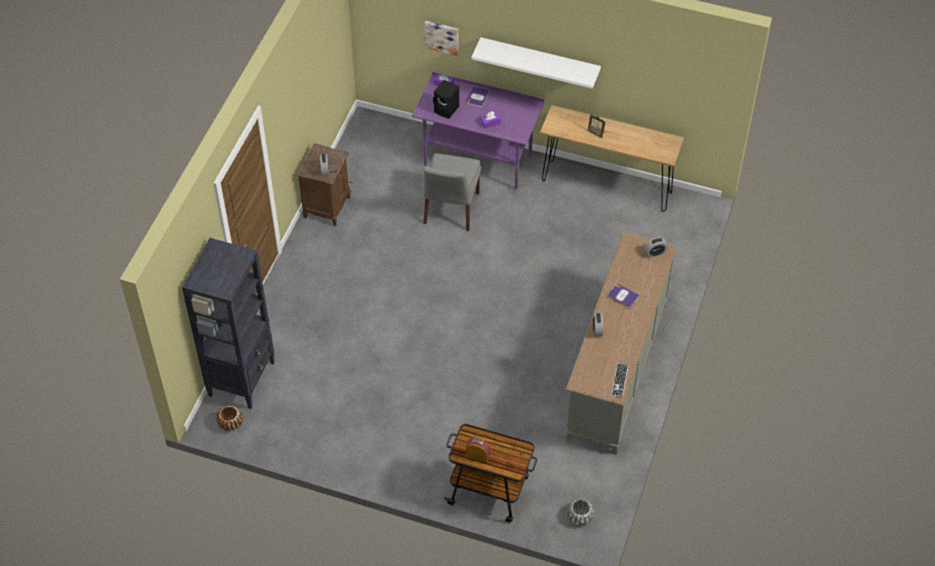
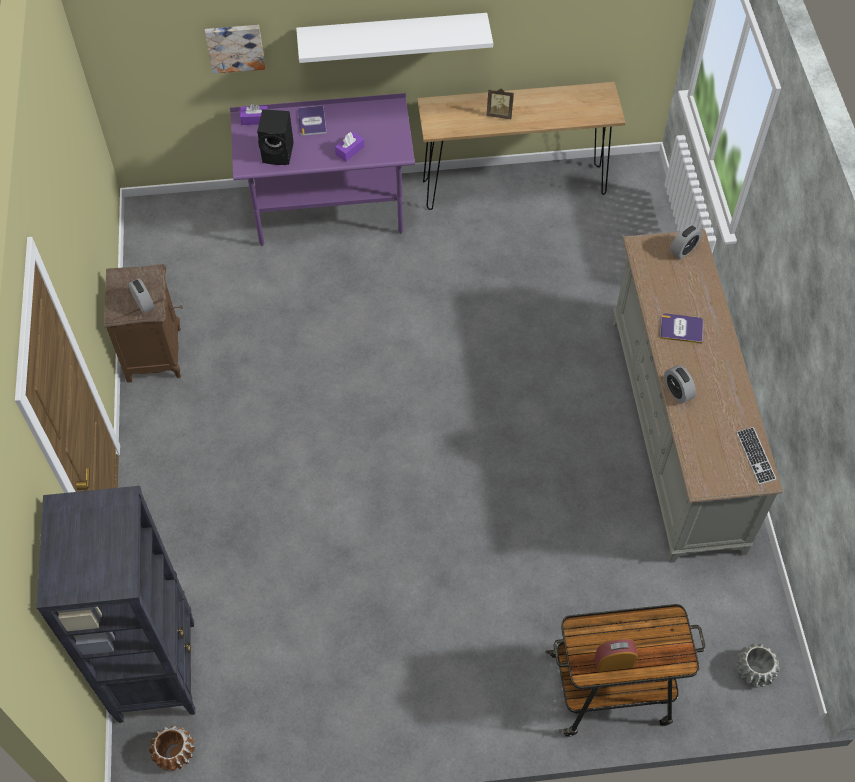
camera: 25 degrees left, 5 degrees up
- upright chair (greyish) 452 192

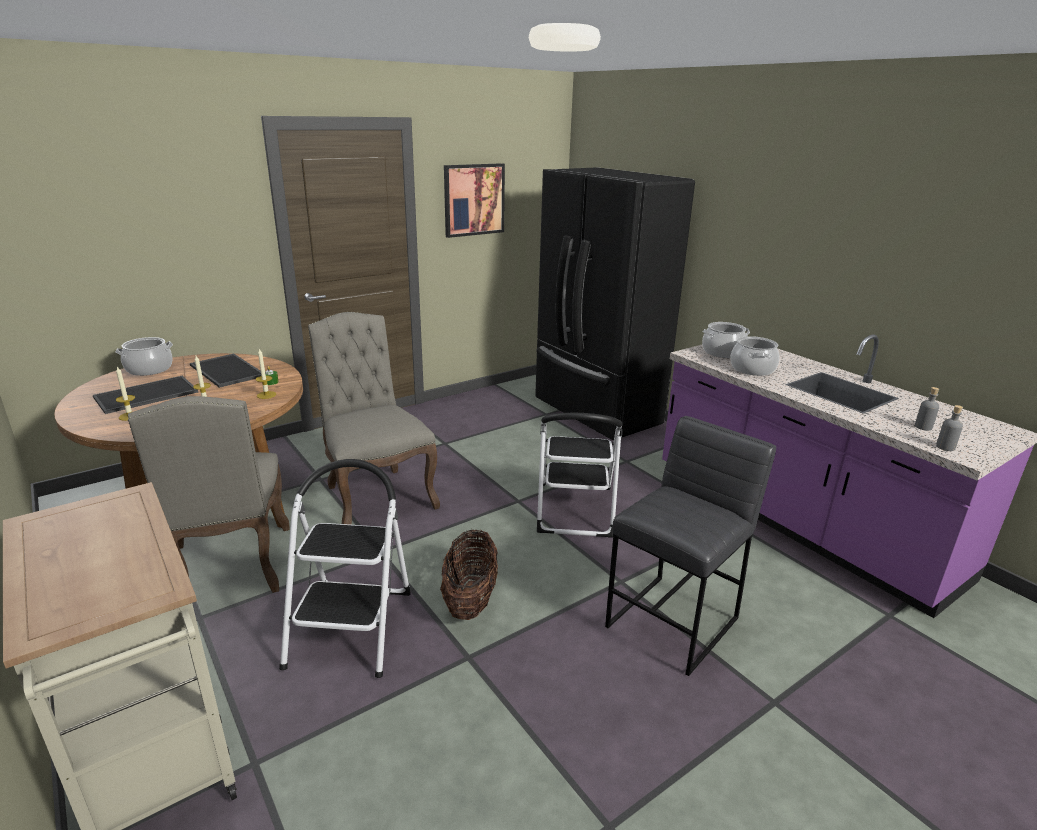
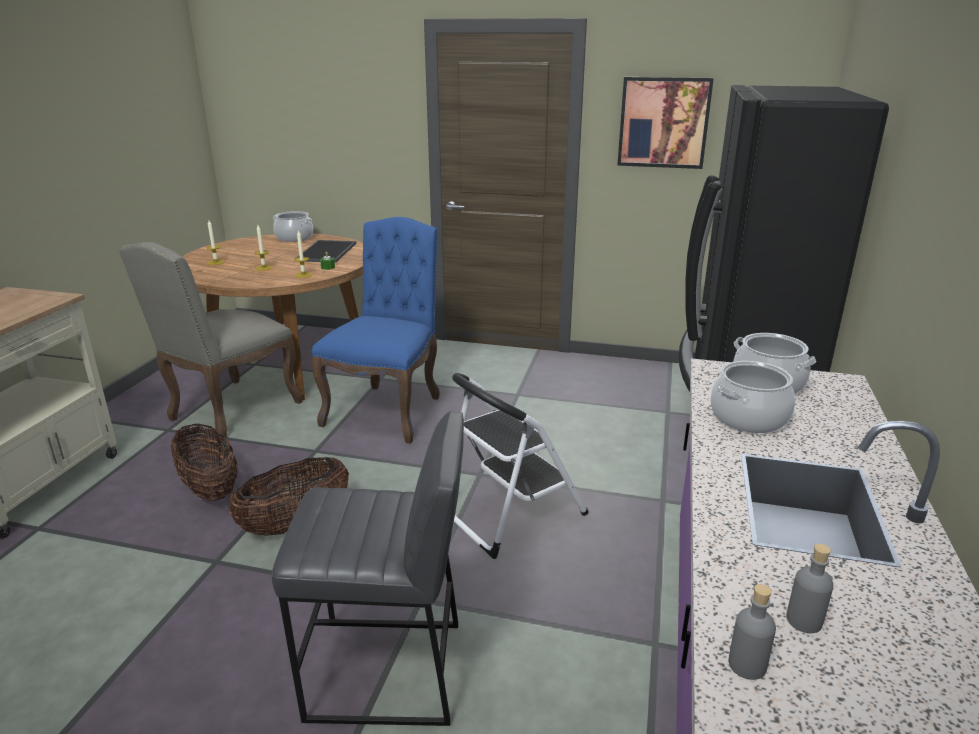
camera: 50 degrees right, 0 degrees up
~ upright chair (greyish) 374 418 to upright chair (blue) 376 330
- tray 145 395
~ step stool 345 568 to storage basket 204 462

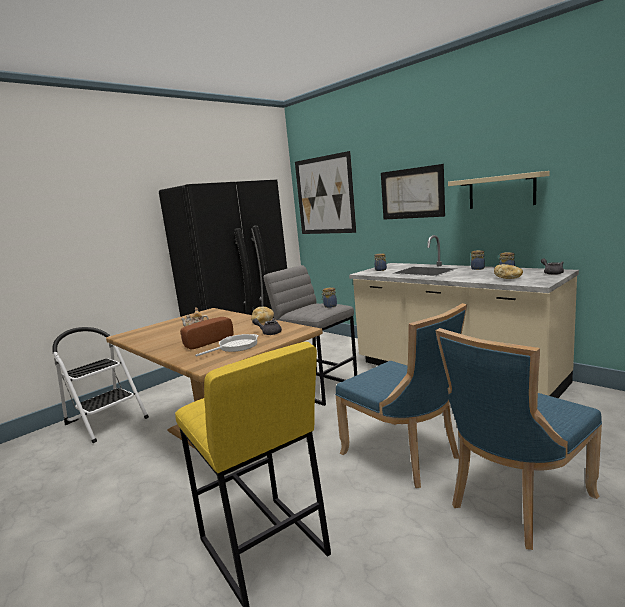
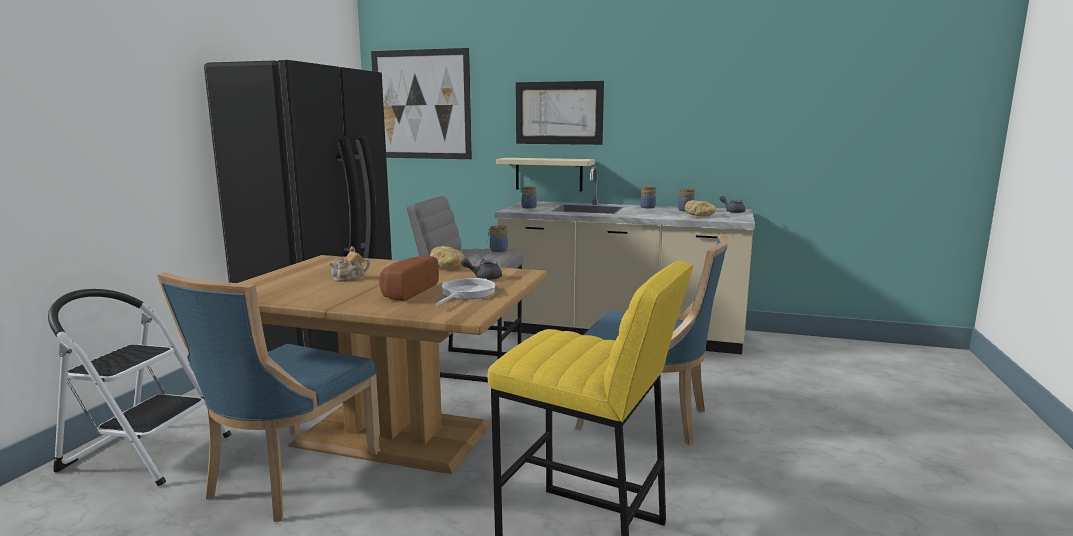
camera: 30 degrees left, 0 degrees up
~ wall shelf (beige) 499 190 to 545 175
~ upright chair (blue) 519 439 to 268 397

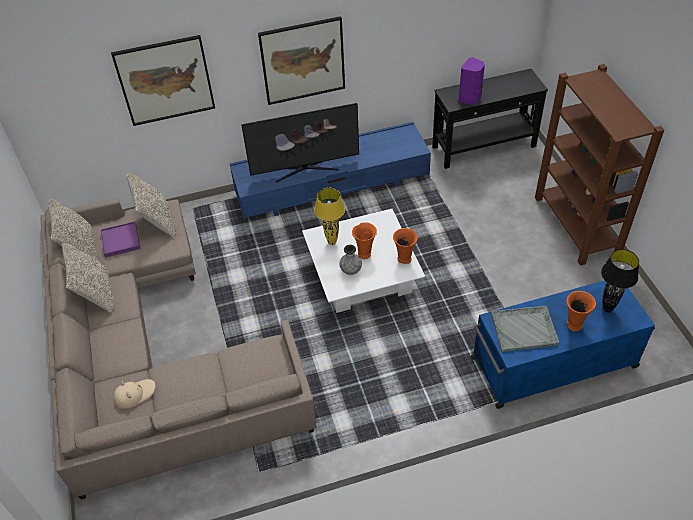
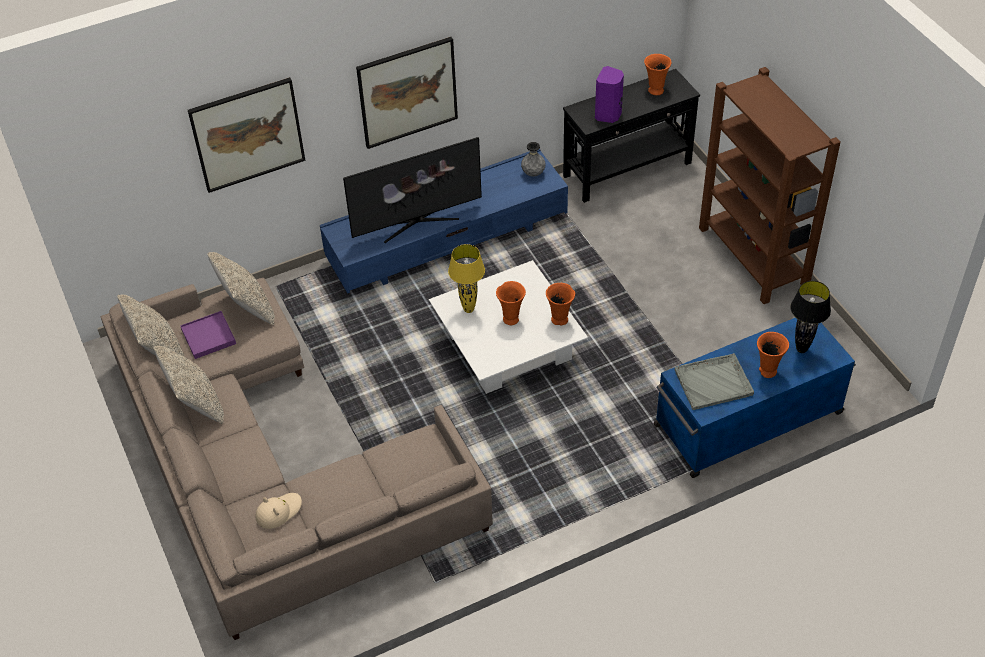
camera: 10 degrees left, 0 degrees up
~ decorative vase (greyish) 350 260 to 533 159
+ decorative vase (orange-coloured) 657 74

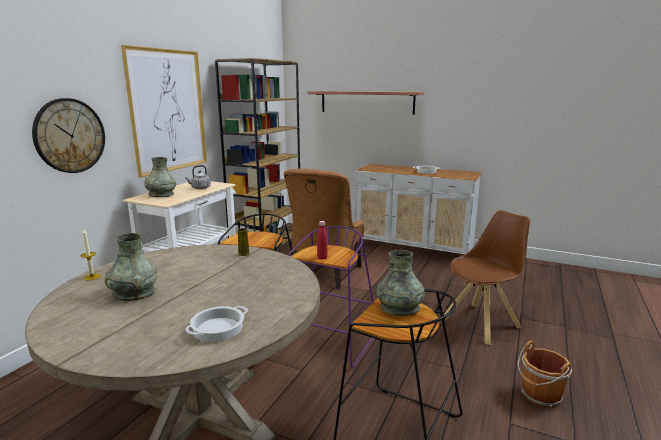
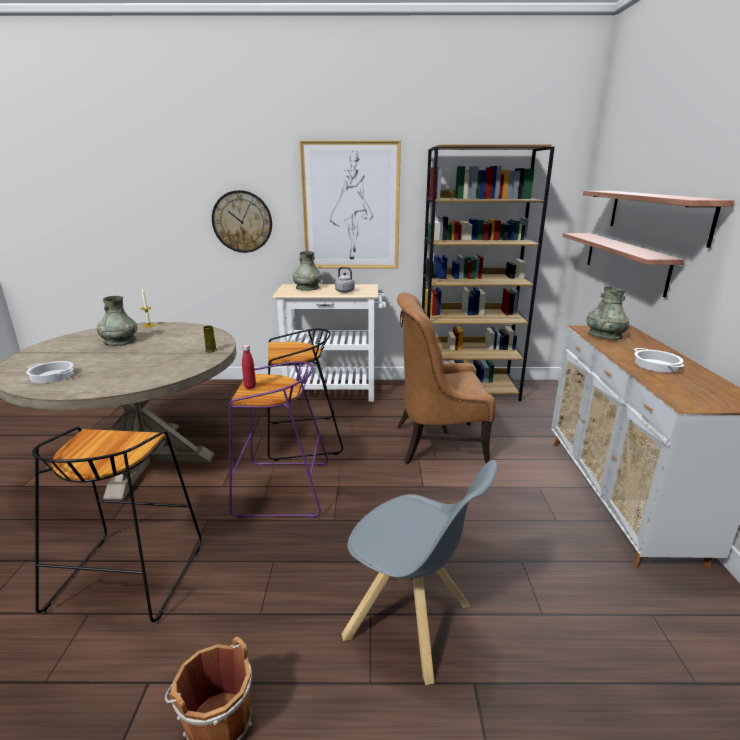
camera: 65 degrees right, 5 degrees up
~ upright chair (brownish) 486 277 to upright chair (greyish) 420 572
~ decorative vase (greyish) 400 283 to 607 313
+ wall shelf 623 265

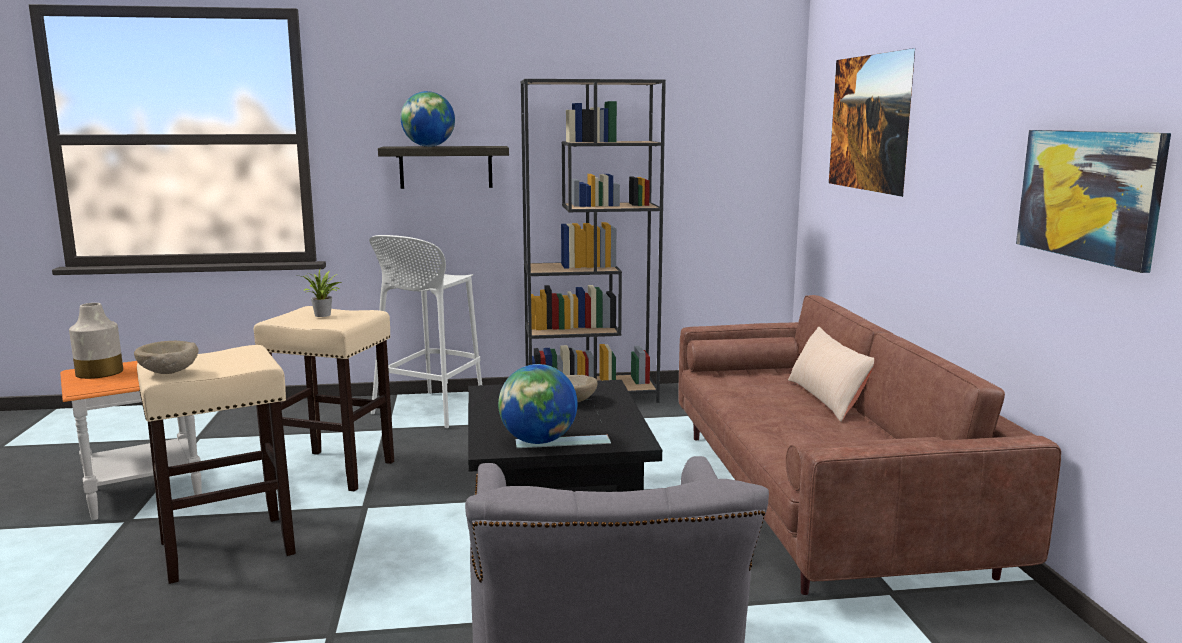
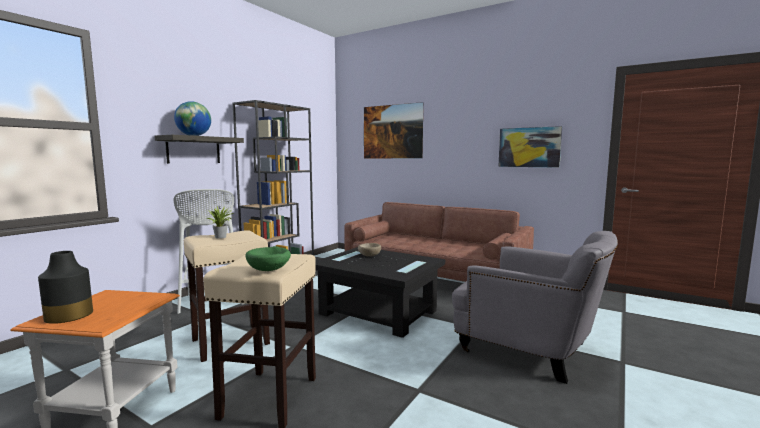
camera: 50 degrees left, 5 degrees down
~ decorative vase (beige) 96 341 to decorative vase (black-coloured) 65 287
- pillow (beige) 831 374
~ bowl (beige) 166 357 to bowl (green) 268 258
- desk globe 537 404

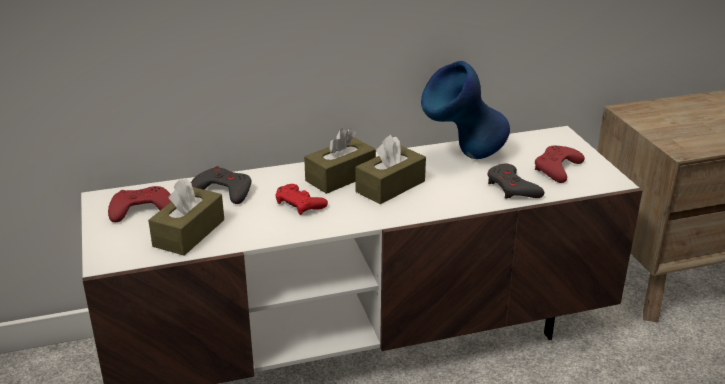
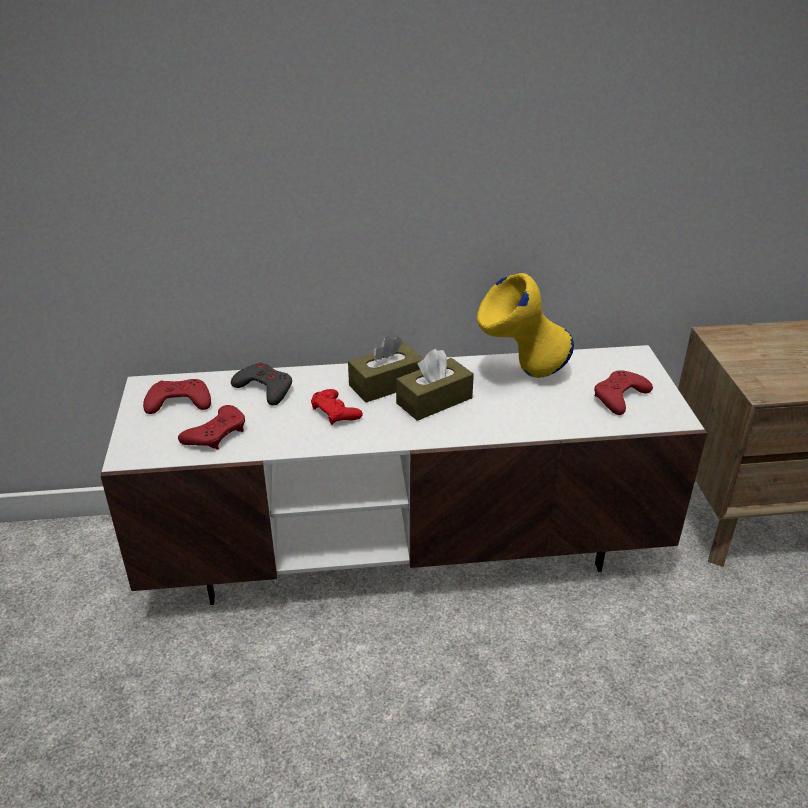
camera: 10 degrees right, 5 degrees up
~ decorative vase (blue) 465 110 to decorative vase (yellow) 525 325
- game controller (greyish) 516 181
~ box of tissues (brownish) 186 217 to game controller (red-coloured) 211 427

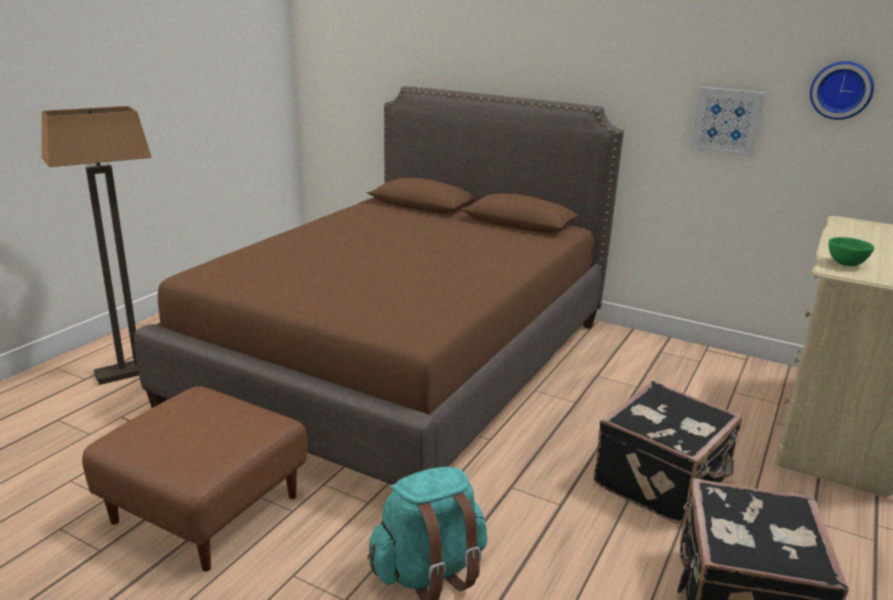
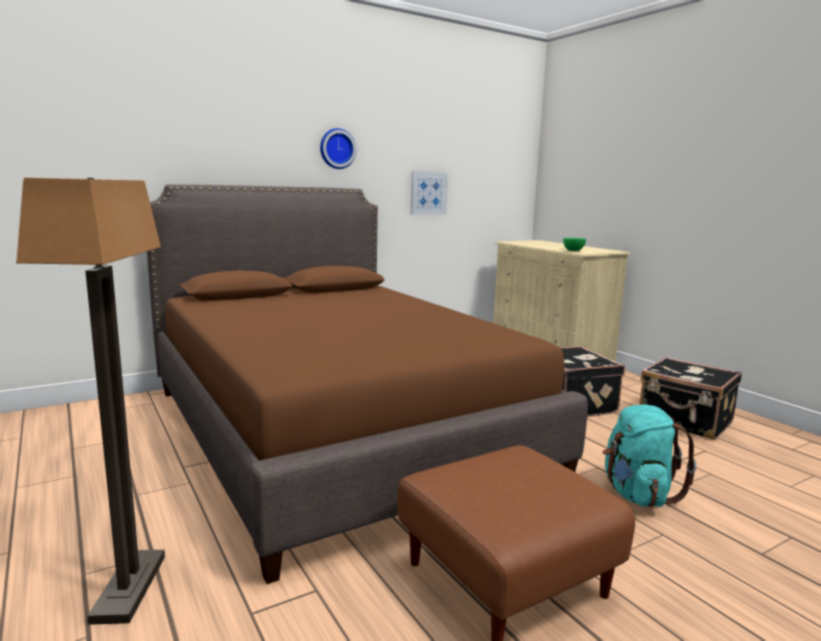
camera: 60 degrees left, 10 degrees down
~ clock on the wall 842 90 to 338 148

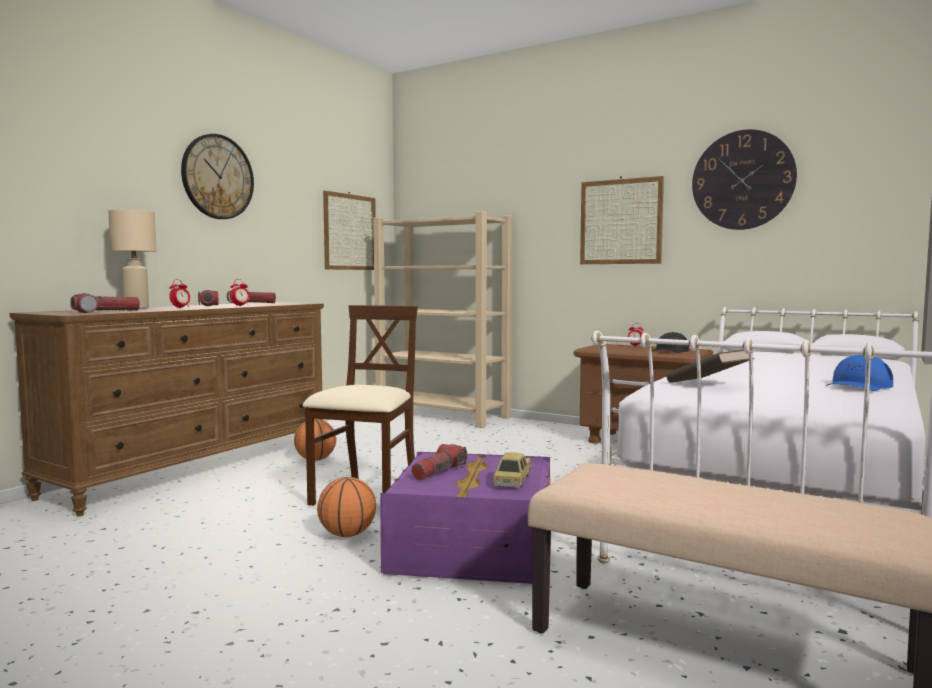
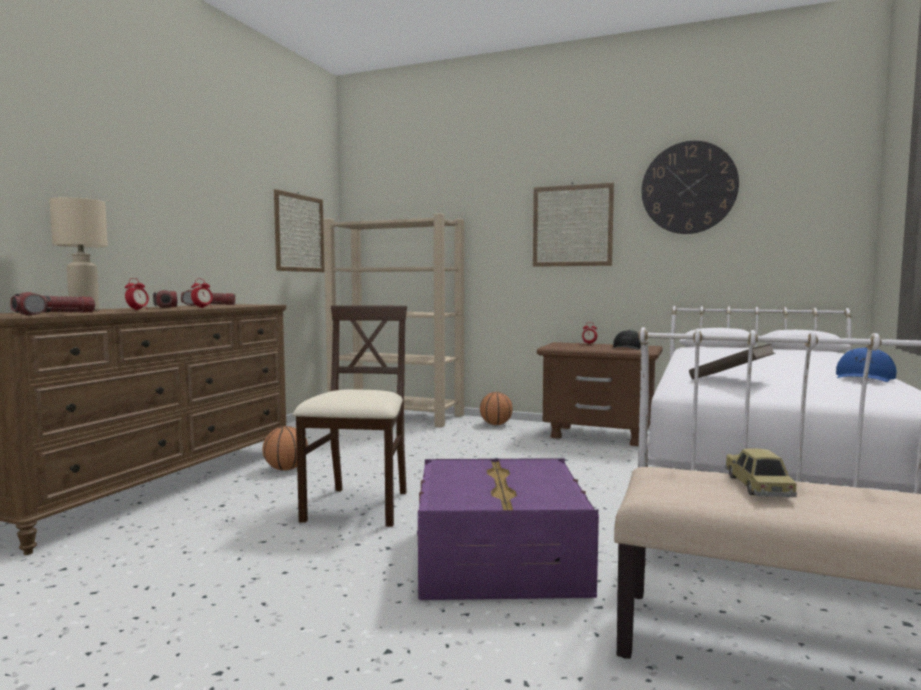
camera: 10 degrees left, 0 degrees up
- clock on the wall 217 176
- flashlight 439 462
~ miniature car 512 469 to 761 473
~ basketball ball 346 507 to 496 408

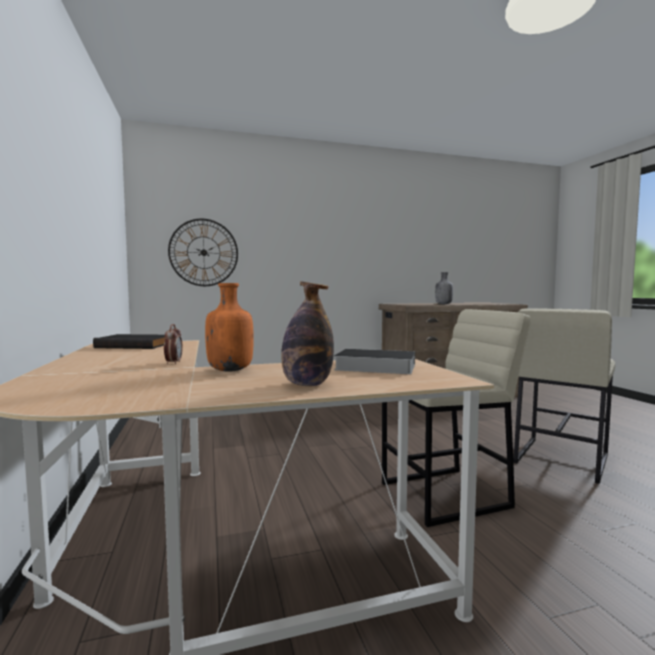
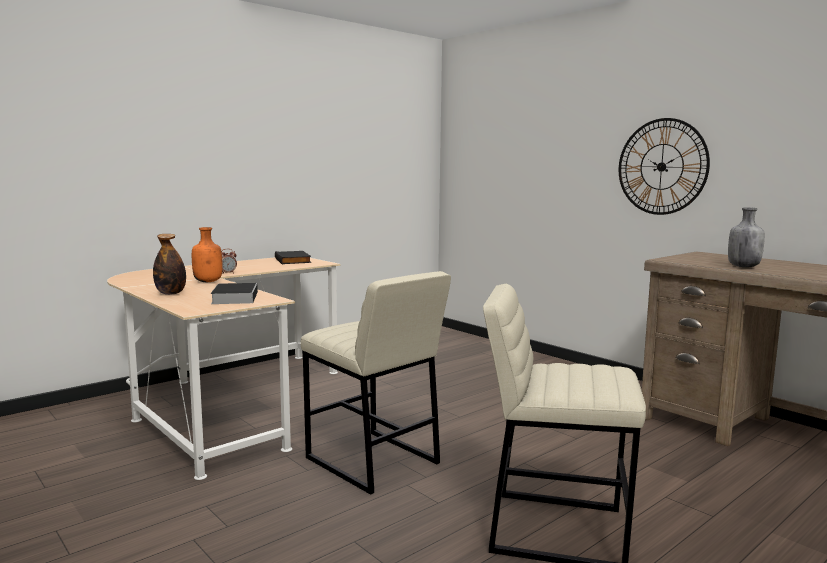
camera: 65 degrees right, 5 degrees up
~ clock on the wall 203 252 to 664 166

